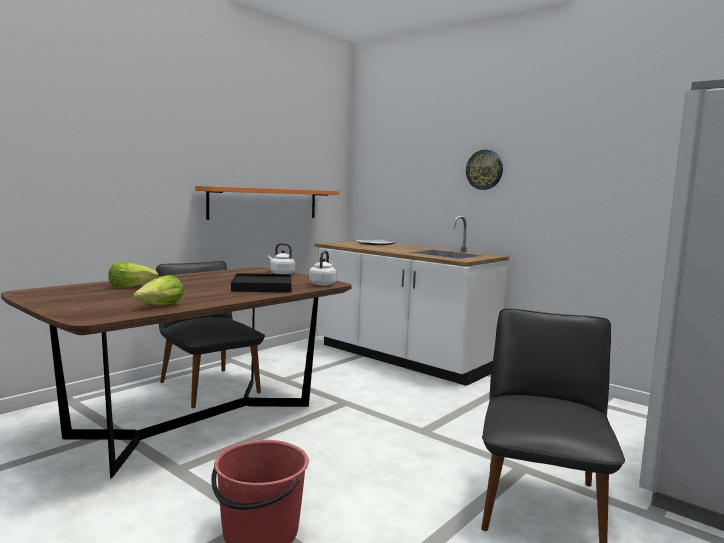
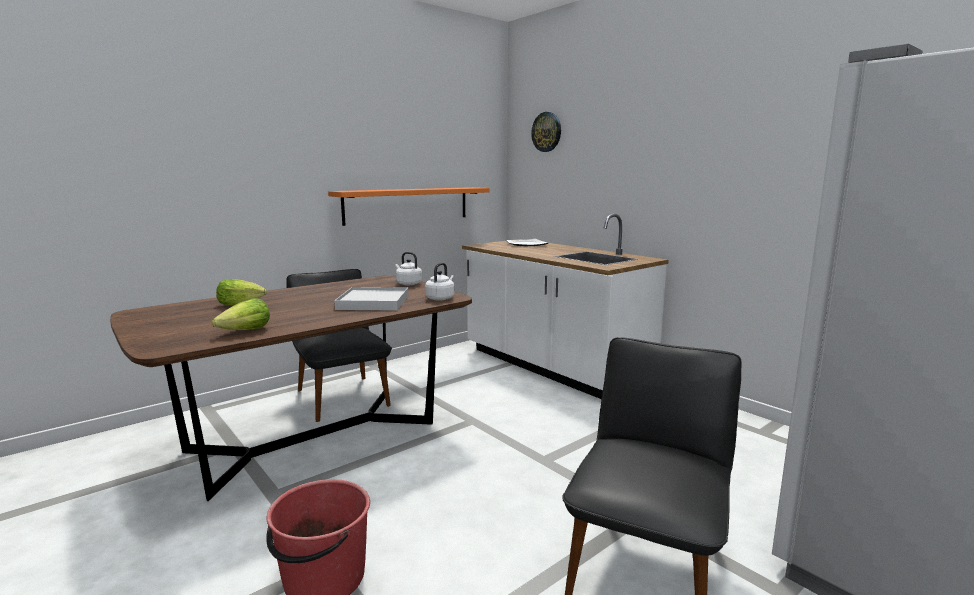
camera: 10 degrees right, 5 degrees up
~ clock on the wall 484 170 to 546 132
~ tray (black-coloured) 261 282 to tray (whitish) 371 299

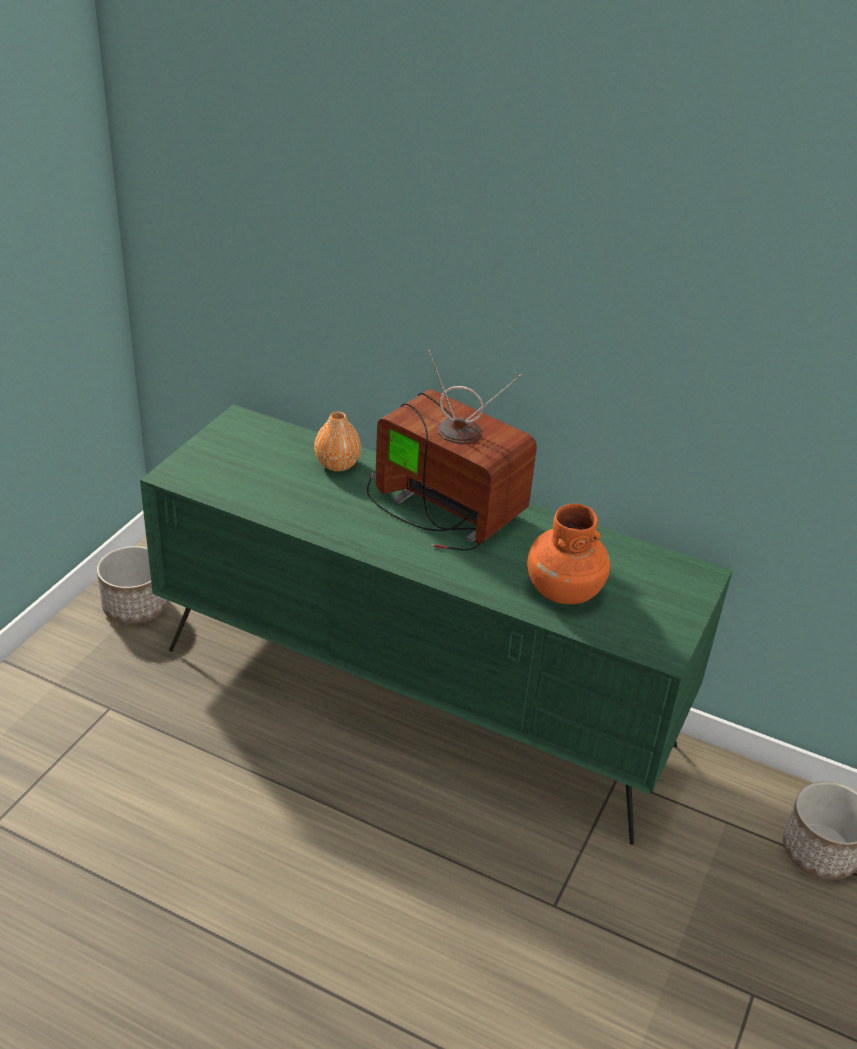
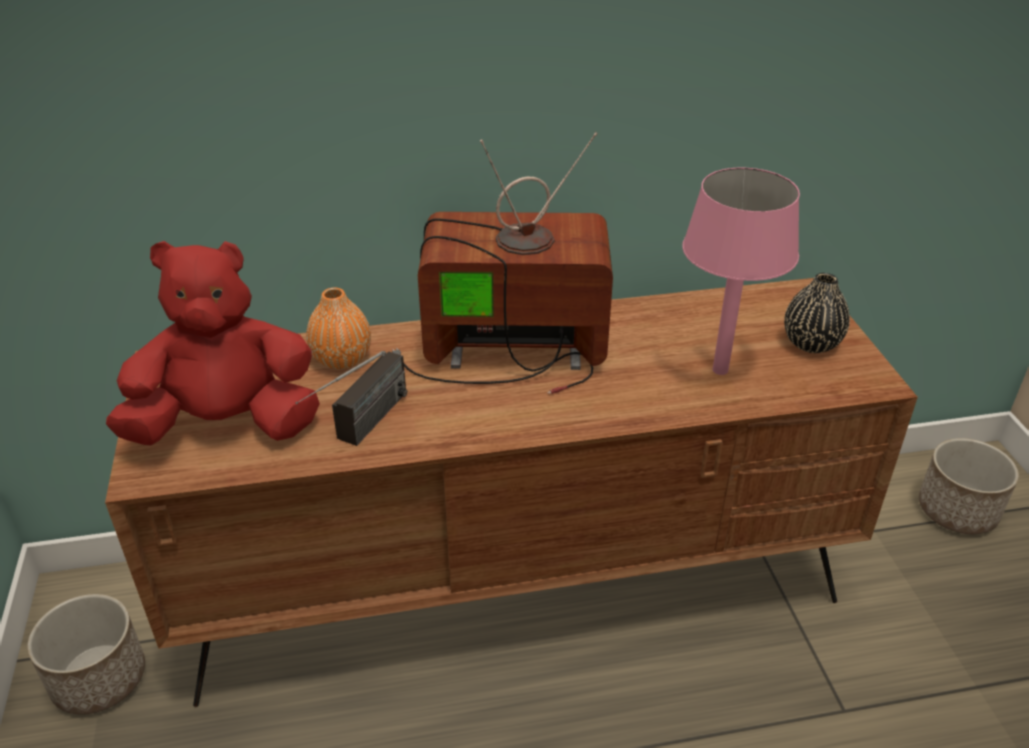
camera: 35 degrees left, 0 degrees up
~ tv unit (green) 436 624 to tv unit (brownish) 511 492
~ decorative vase (orange-coloured) 568 554 to table lamp (pinkish) 741 271
+ cuddly toy (red-coloured) 213 343
+ decorative vase (black-coloured) 817 313
+ radio 351 398

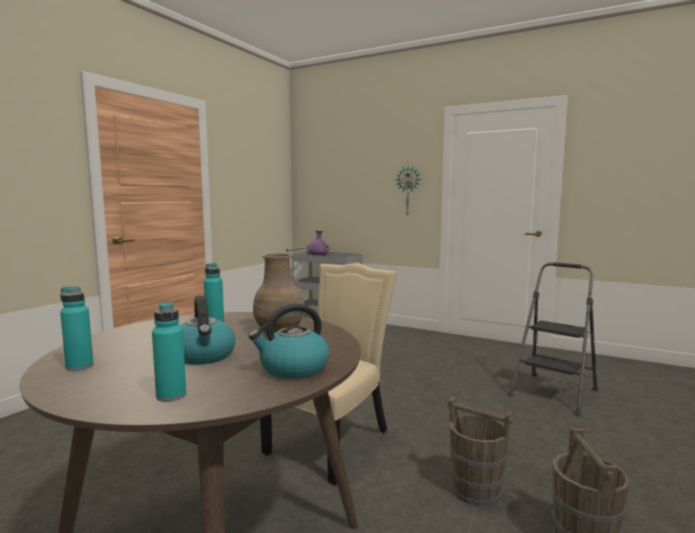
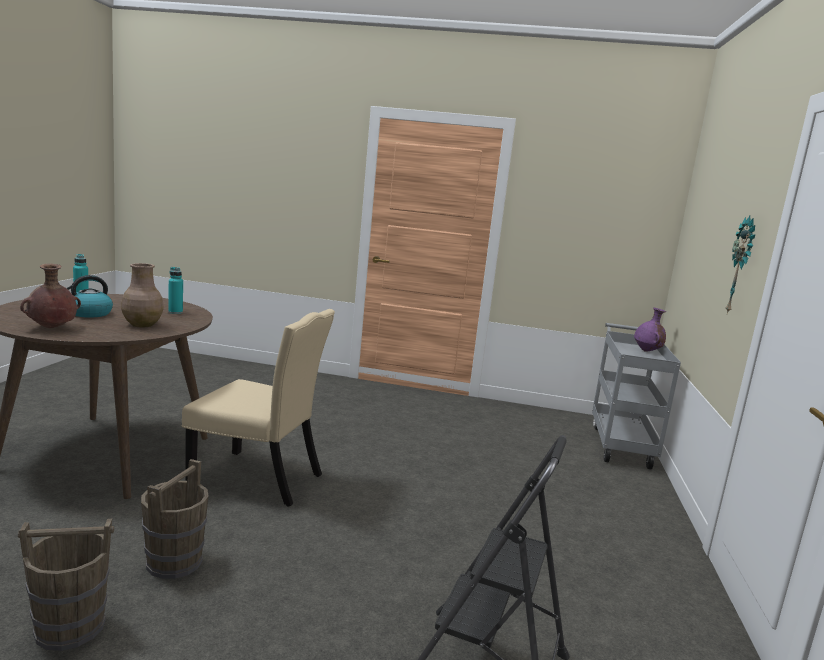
camera: 70 degrees right, 5 degrees up
- drink bottle (turquoise-coloured) 169 352
~ kettle 289 341 to decorative vase (brownish) 50 295

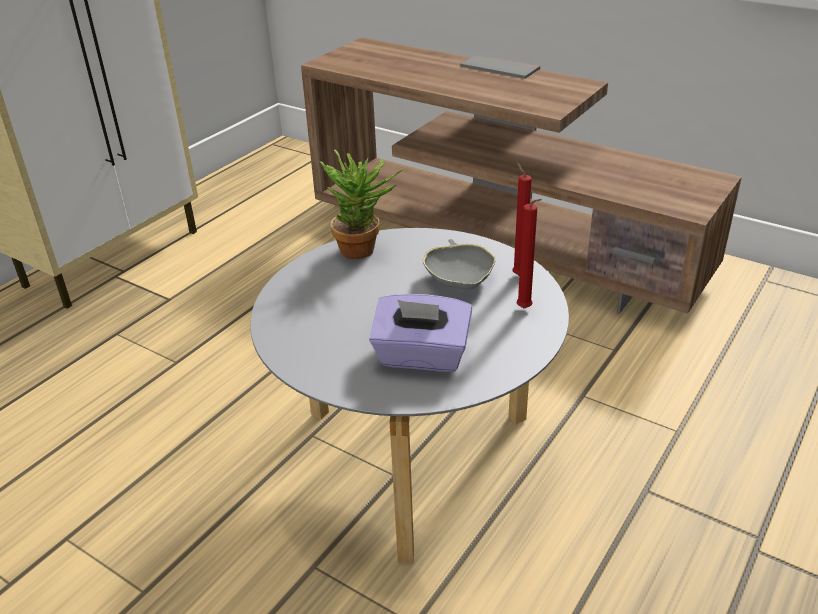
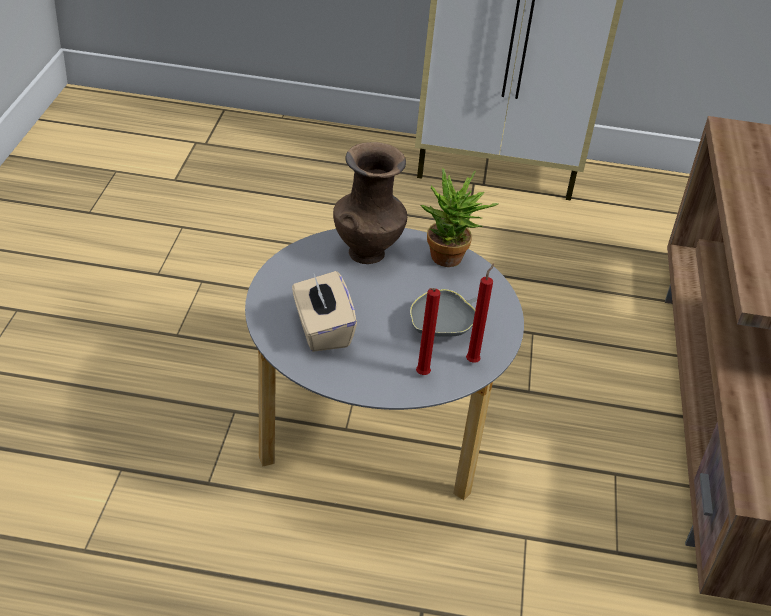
camera: 60 degrees right, 5 degrees up
~ box of tissues (purplish) 420 333 to box of tissues (beige) 324 311
+ decorative vase (brownish) 370 203

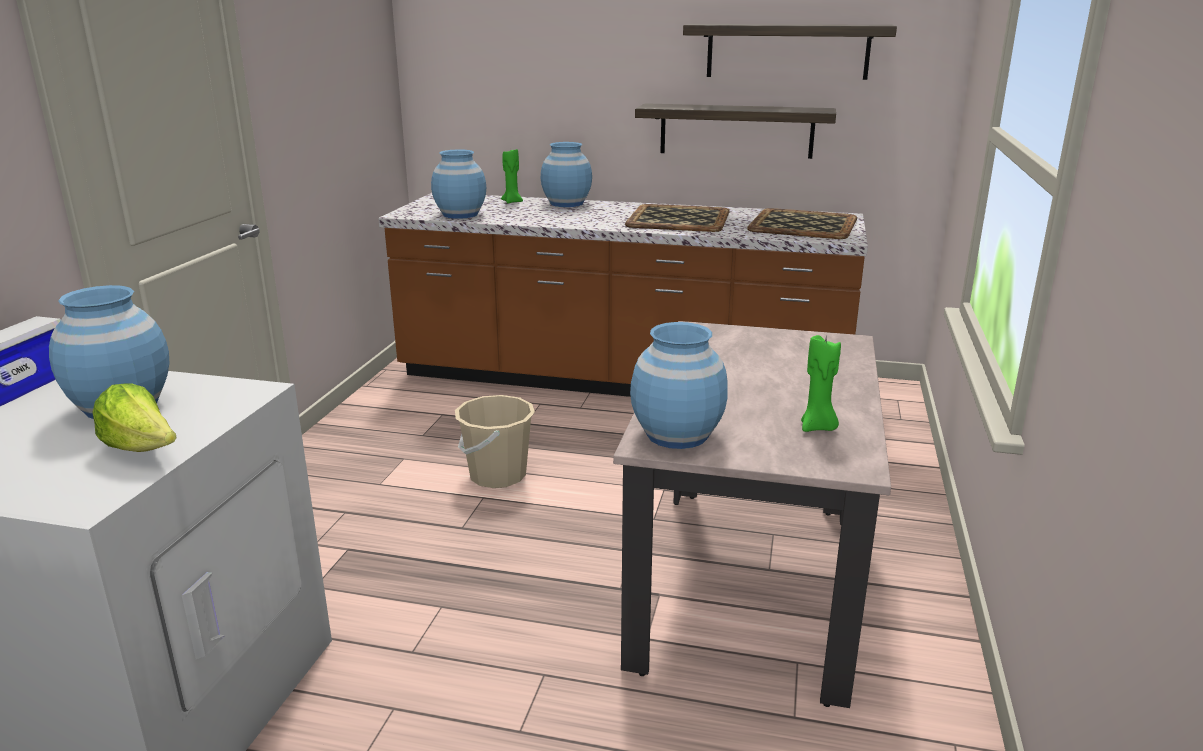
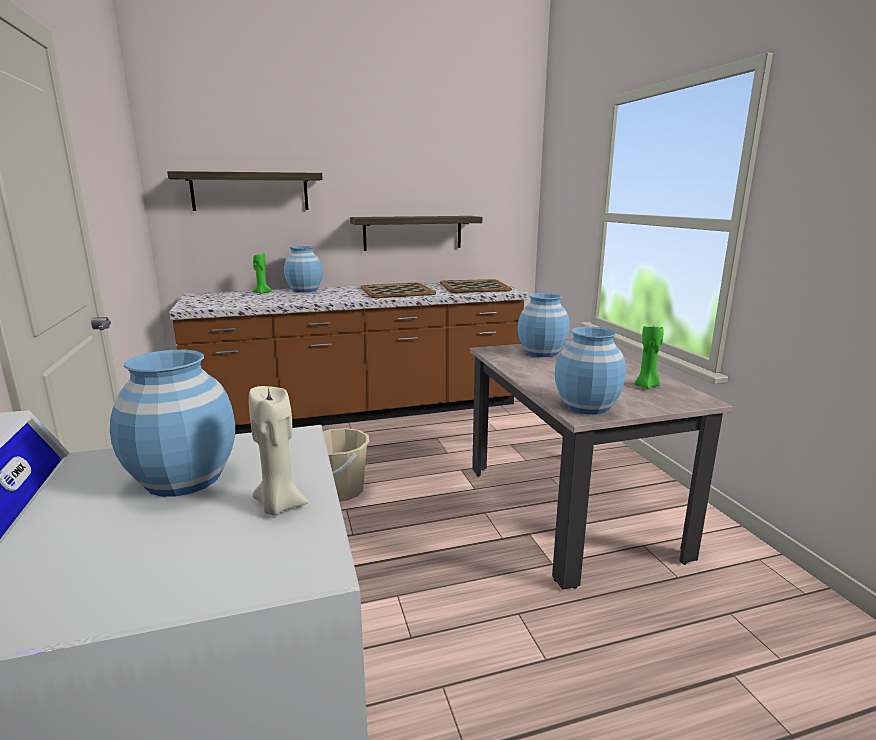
camera: 30 degrees left, 5 degrees down
~ wall shelf 790 52 to 245 191
~ decorative vase (blue) 458 184 to 544 325
~ lettuce 134 417 to wax light (beige) 278 451

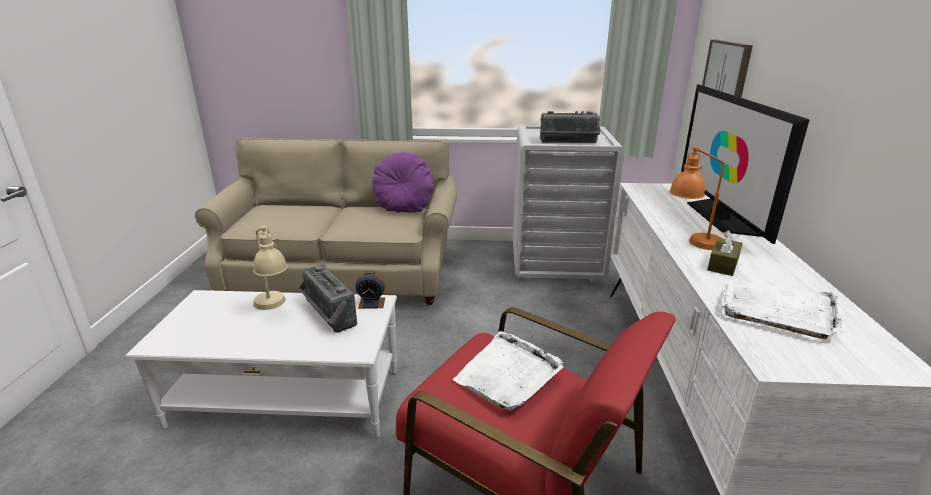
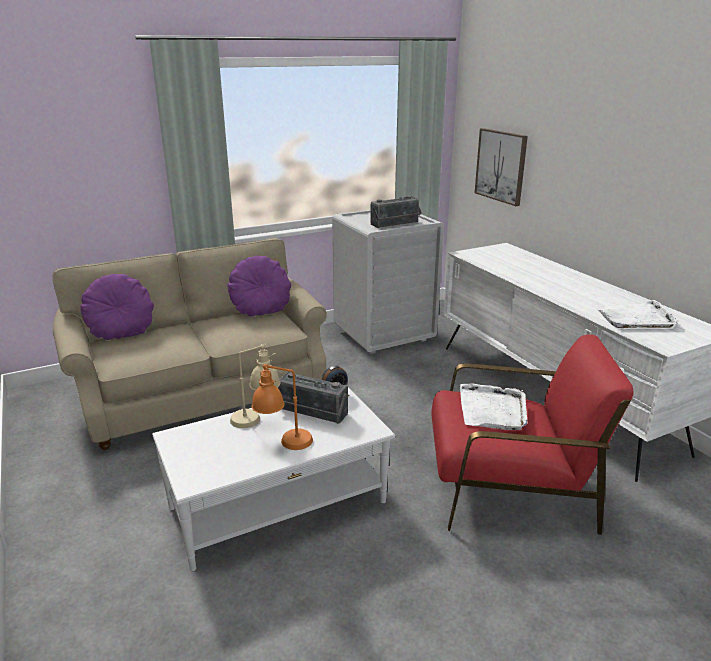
camera: 30 degrees left, 0 degrees up
- TV 745 164
~ table lamp (orange-coloured) 697 198 to 282 407
- box of tissues (brownish) 724 253
+ pillow (purplish) 117 307

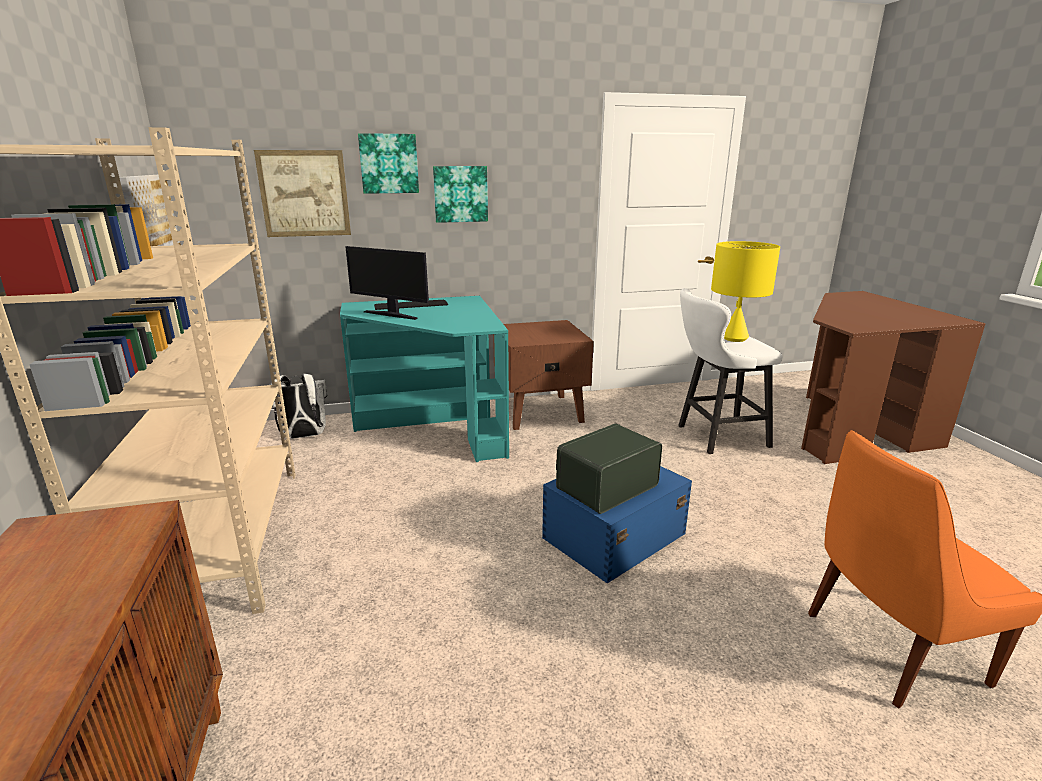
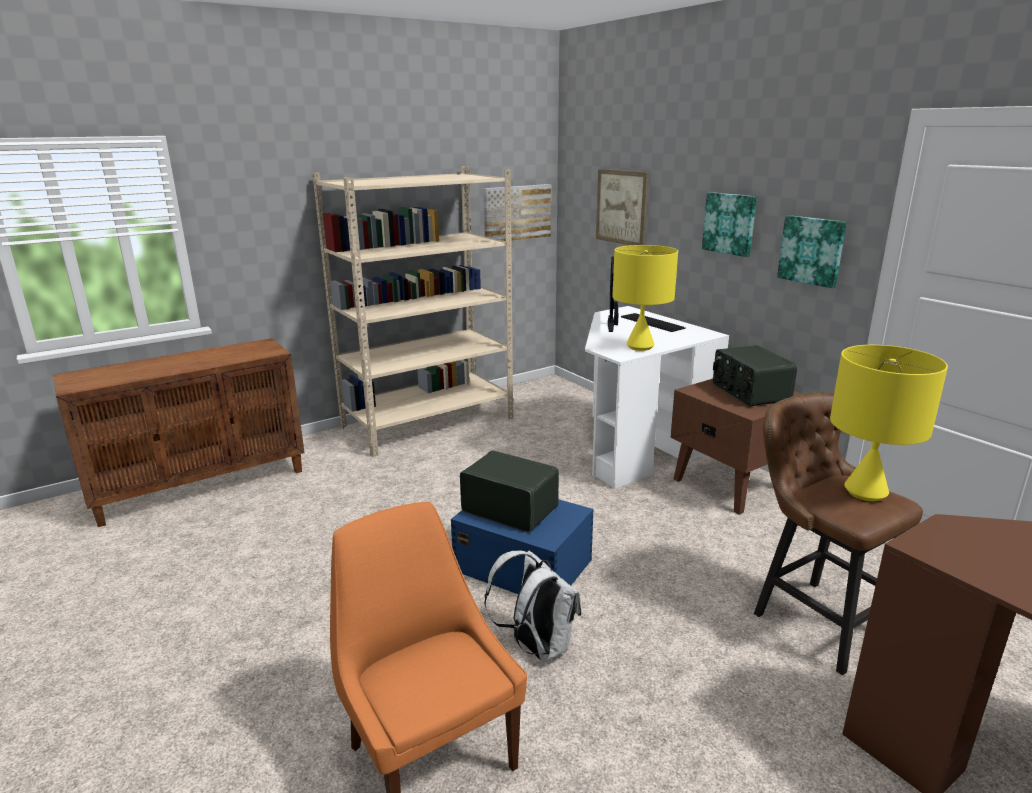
camera: 70 degrees right, 0 degrees up
~ wall art 388 163 to 812 251
~ stool (whitish) 730 371 to stool (brownish) 838 533
~ desk (turquoise-coloured) 424 379 to desk (whitish) 657 397
~ rucksack (whitish) 298 406 to 532 606
+ table lamp (yellow) 645 298
+ radio 755 376

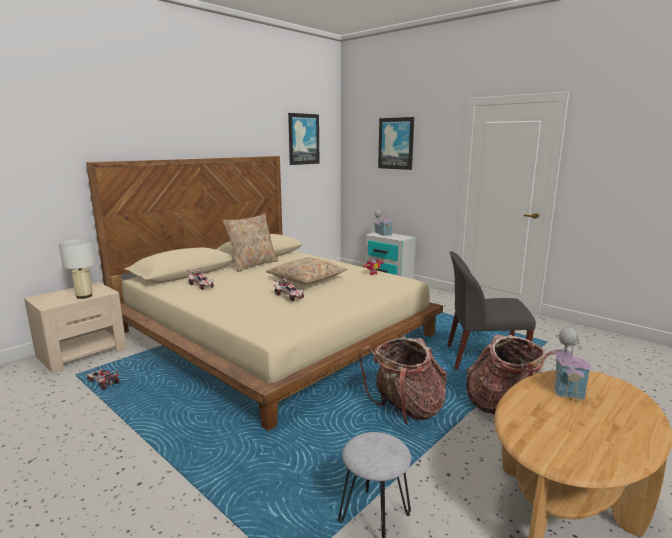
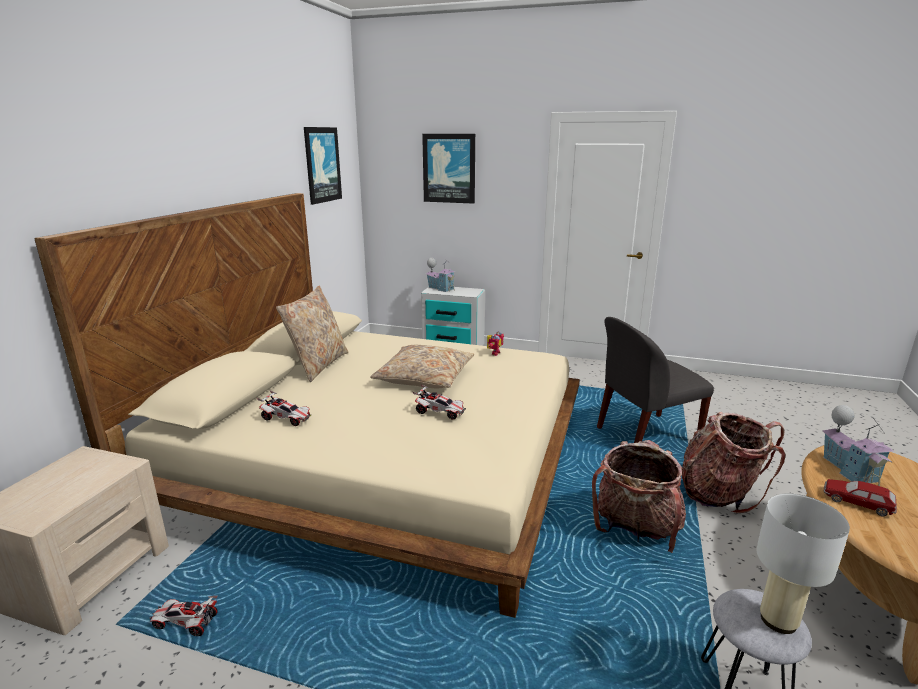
camera: 25 degrees left, 5 degrees up
~ table lamp (whitish) 77 269 to 803 563
+ miniature car 860 497

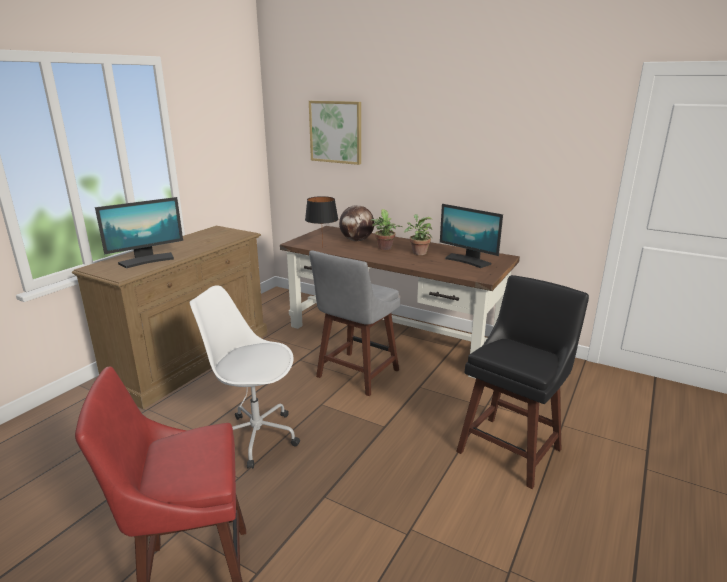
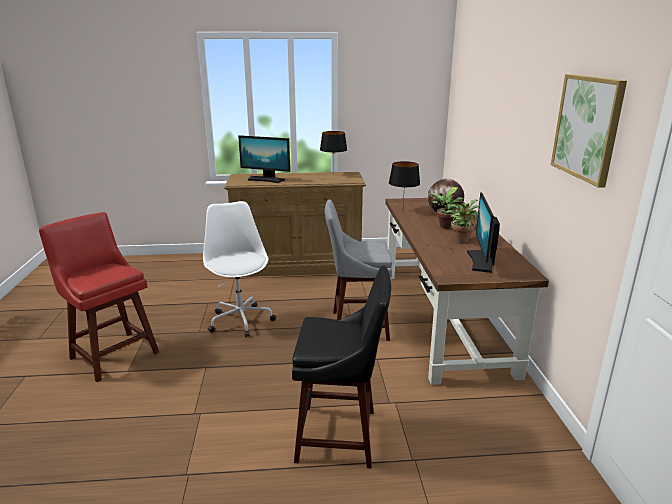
camera: 55 degrees right, 0 degrees up
~ wall art 335 133 to 589 131
+ table lamp (black-coloured) 333 152

